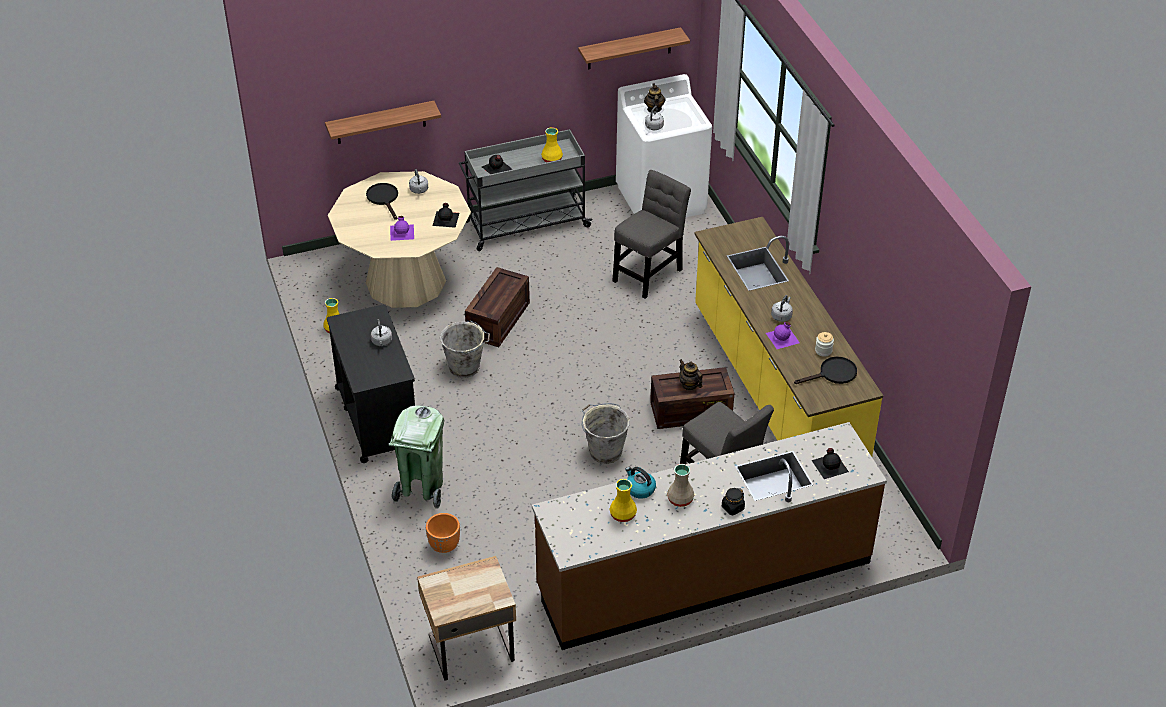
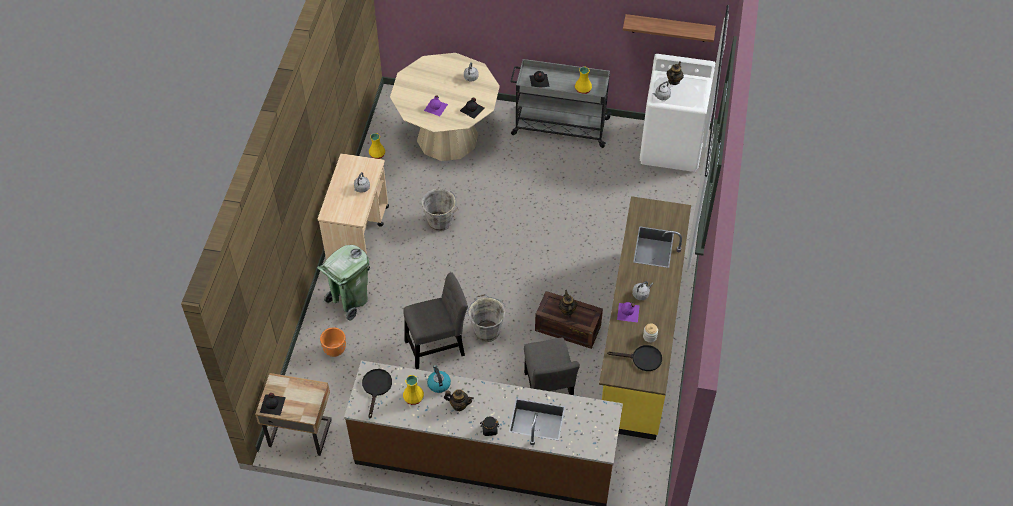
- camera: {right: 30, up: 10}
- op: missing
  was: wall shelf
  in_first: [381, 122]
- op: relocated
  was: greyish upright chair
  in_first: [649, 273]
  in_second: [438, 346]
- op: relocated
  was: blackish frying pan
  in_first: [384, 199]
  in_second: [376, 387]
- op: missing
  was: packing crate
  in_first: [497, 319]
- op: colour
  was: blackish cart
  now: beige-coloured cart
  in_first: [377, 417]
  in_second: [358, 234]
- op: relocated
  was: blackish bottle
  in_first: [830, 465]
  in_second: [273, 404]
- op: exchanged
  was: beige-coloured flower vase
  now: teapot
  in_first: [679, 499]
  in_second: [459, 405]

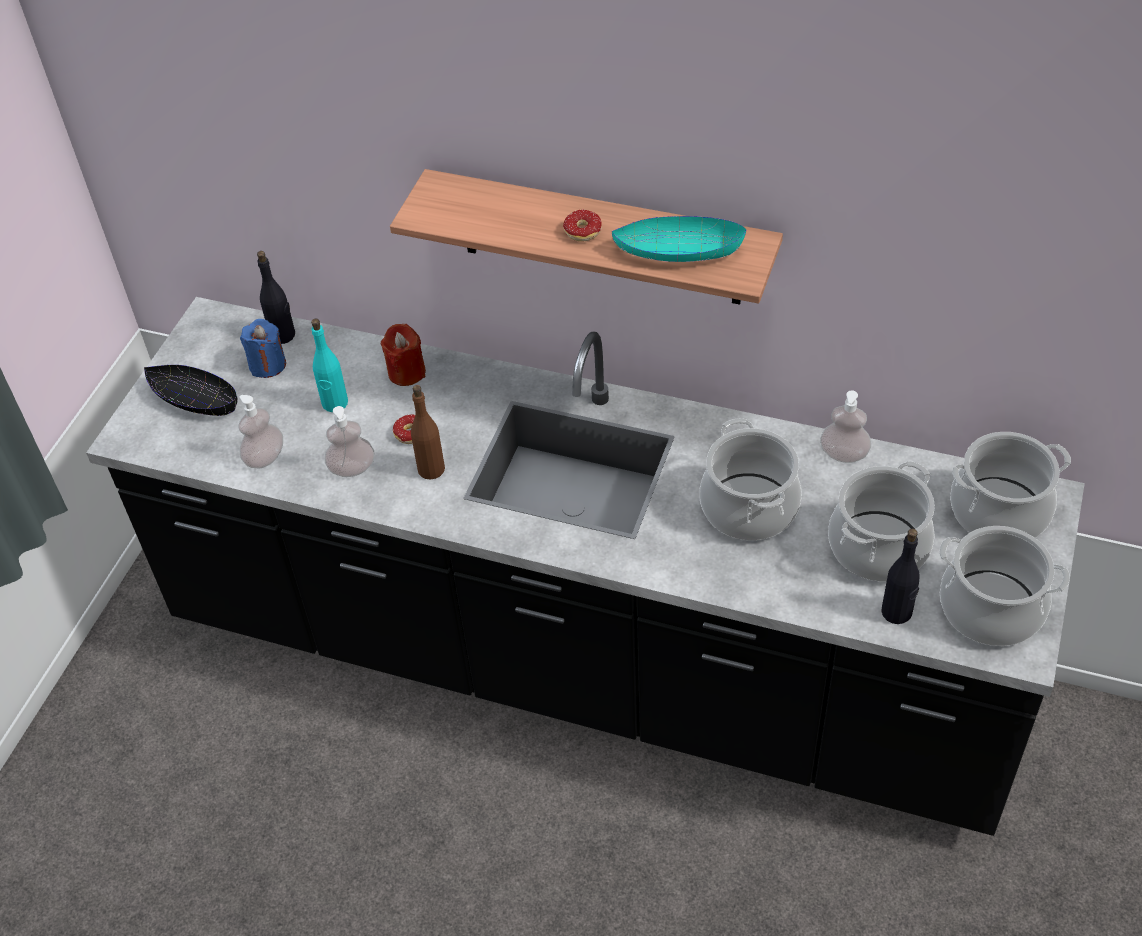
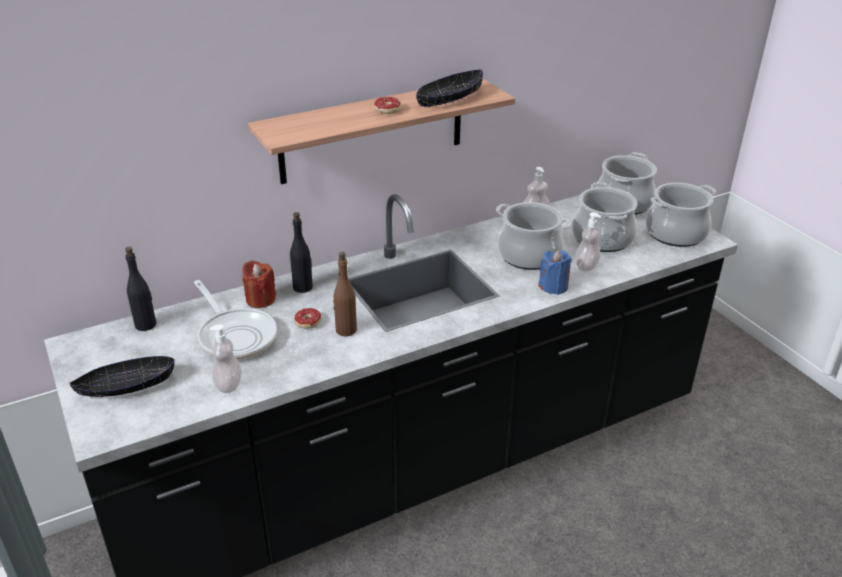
- camera: {right: -50, up: -15}
- op: colour
  was: turquoise-coloured serving bowl
  now: blackish serving bowl
  in_first: [678, 252]
  in_second: [449, 99]
- op: exchanged
  was: turquoise-coloured bottle
  now: frying pan
  in_first: [335, 403]
  in_second: [235, 335]
- op: relocated
  was: blue-coloured wax light
  in_first: [267, 365]
  in_second: [553, 286]
- op: relocated
  was: soap bottle
  in_first: [352, 468]
  in_second: [586, 266]
- op: relocated
  was: blackish bottle
  in_first: [897, 612]
  in_second: [303, 287]

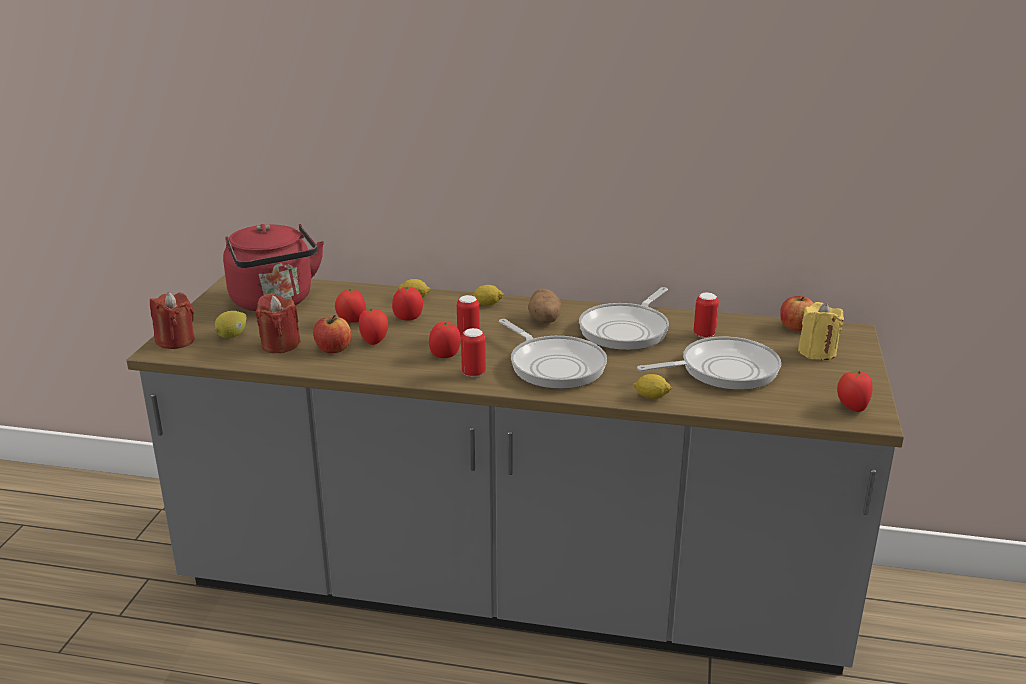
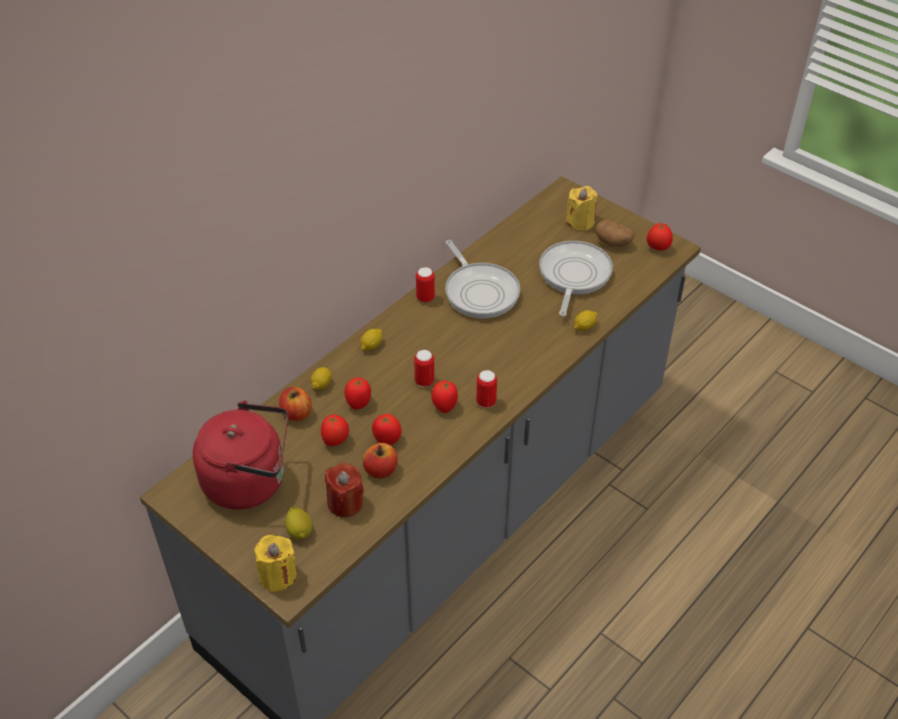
- camera: {right: -60, up: 20}
- op: relocated
  was: spud
  in_first: [544, 320]
  in_second: [613, 243]
- op: colour
  was: red wax light
  now: yellow wax light
  in_first: [176, 341]
  in_second: [278, 575]
- op: relocated
  was: metal can
  in_first: [704, 335]
  in_second: [425, 298]
- op: relocated
  was: apple
  in_first: [795, 327]
  in_second: [296, 413]
- op: missing
  was: frying pan
  in_first: [554, 365]

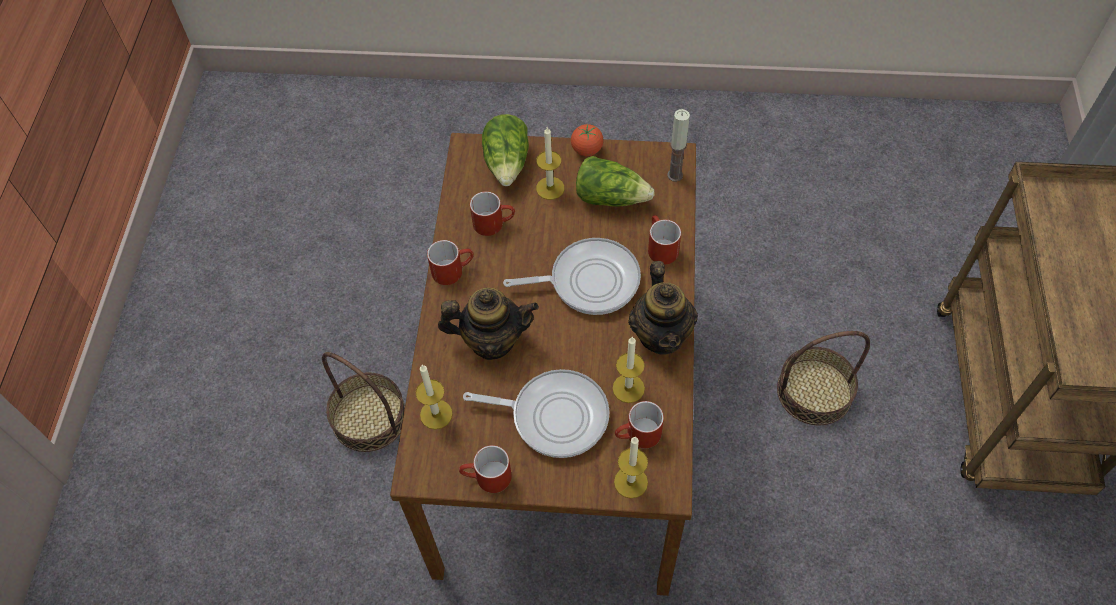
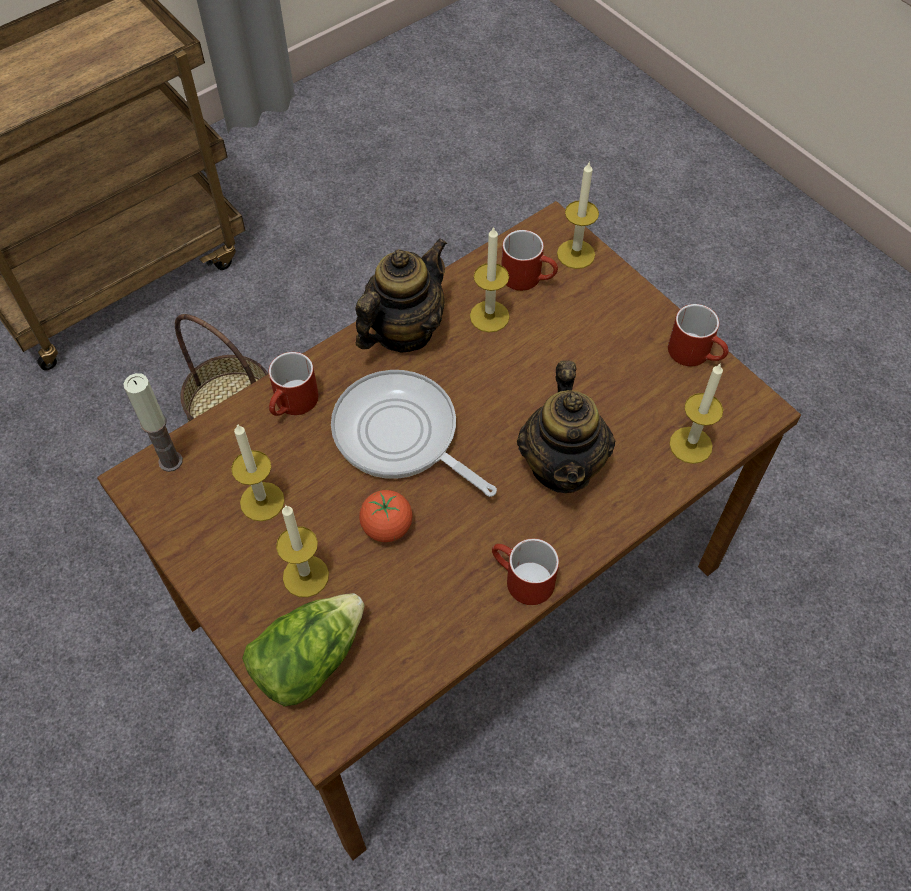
- camera: {right: -135, up: 0}
- op: relocated
  was: whole tomato
  in_first: [587, 150]
  in_second: [387, 527]
- op: exchanged
  was: lettuce head
  now: wax light
  in_first: [610, 197]
  in_second: [262, 501]
- op: missing
  was: red coffee mug
  in_first: [494, 222]
- op: spun
  was: teapot
  in_first: [492, 340]
  in_second: [562, 466]
  clockwise: -135
- op: missing
  was: storage basket
  in_first: [369, 417]
- op: missing
  was: frying pan
  in_first: [554, 416]

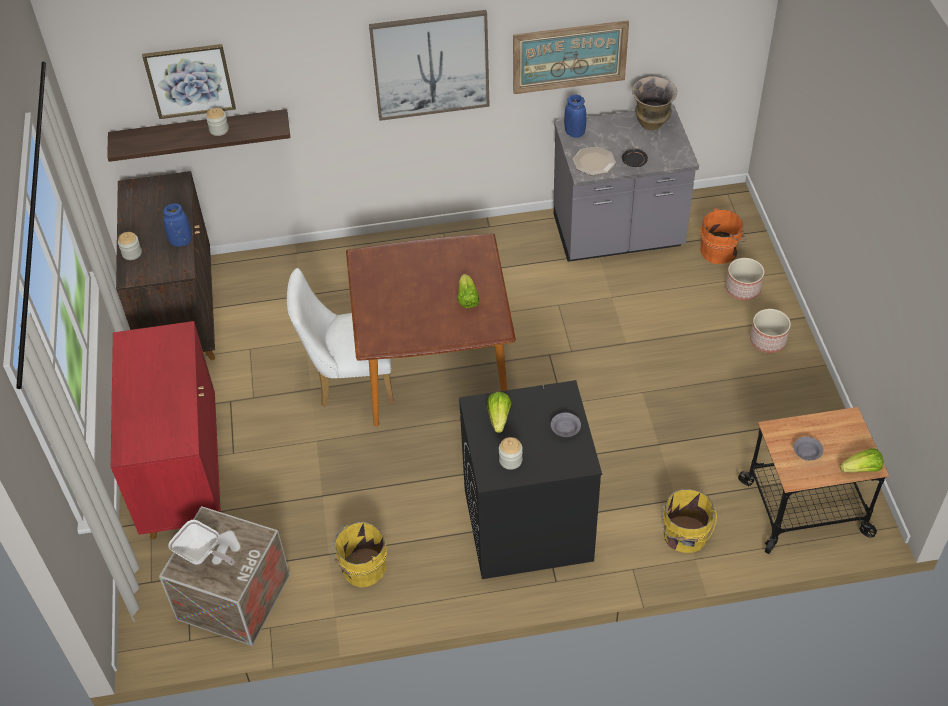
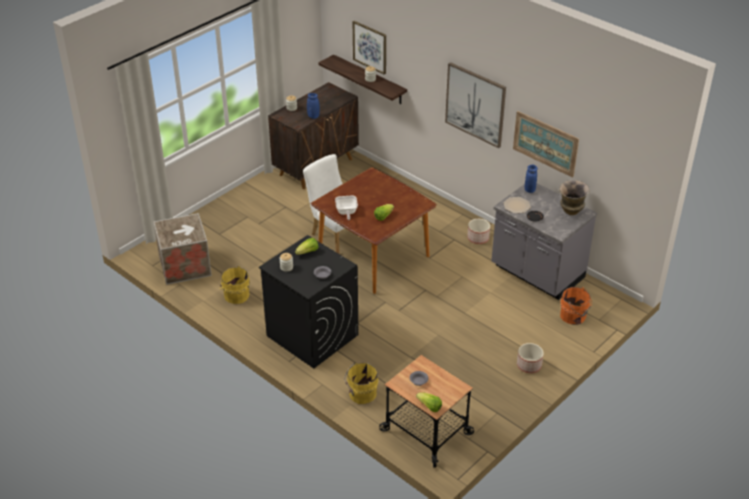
- camera: {right: 50, up: -10}
- op: relocated
  was: plant pot
  in_first: [742, 289]
  in_second: [478, 238]
- op: missing
  was: red storage cabinet
  in_first: [184, 476]
- op: relocated
  was: frying pan
  in_first: [201, 554]
  in_second: [346, 213]

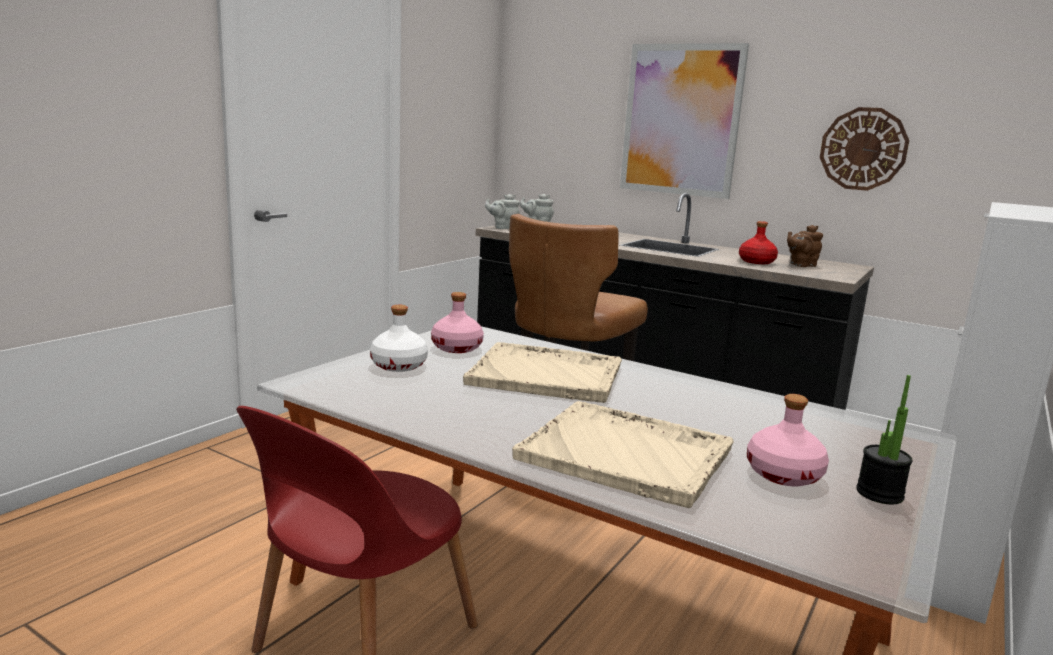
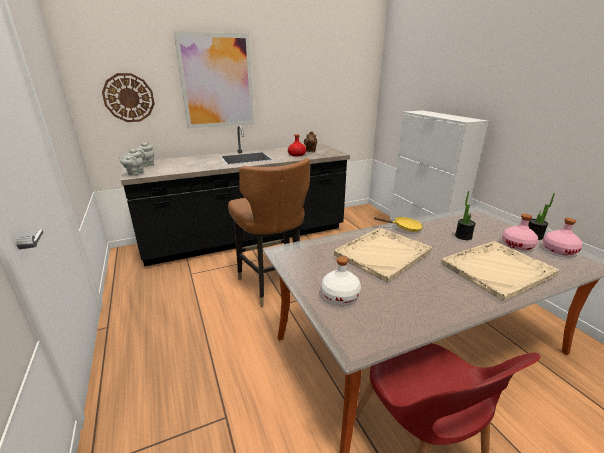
- camera: {right: -55, up: 10}
- op: relocated
  was: wall clock
  in_first: [863, 149]
  in_second: [129, 98]
- op: relocated
  was: pink bottle
  in_first: [457, 348]
  in_second: [558, 249]
- op: appeared
  now: houseplant
  in_second: [463, 236]
- op: appeared
  now: yellow frying pan
  in_second: [404, 228]

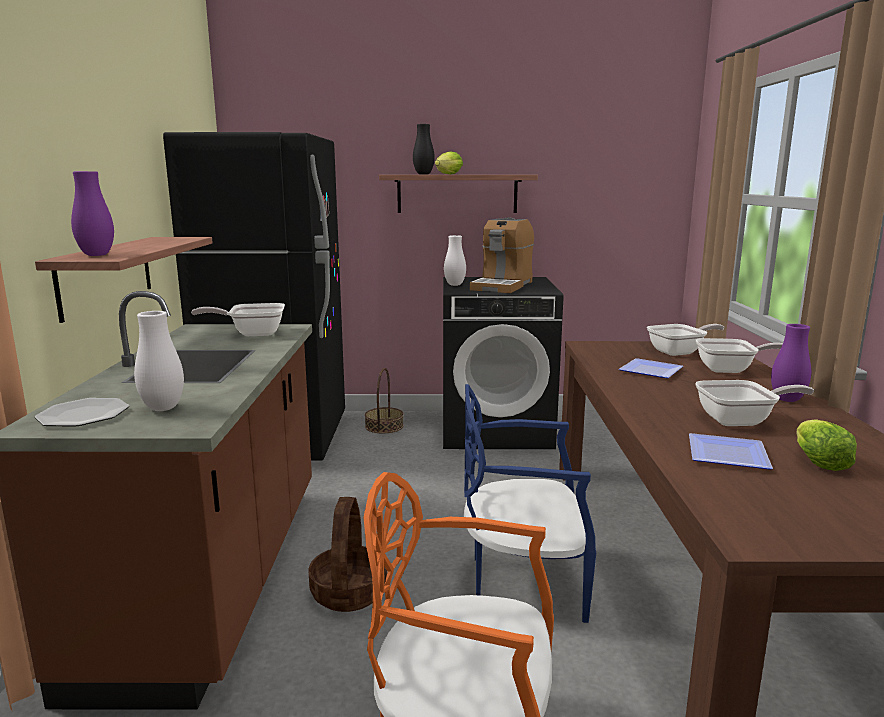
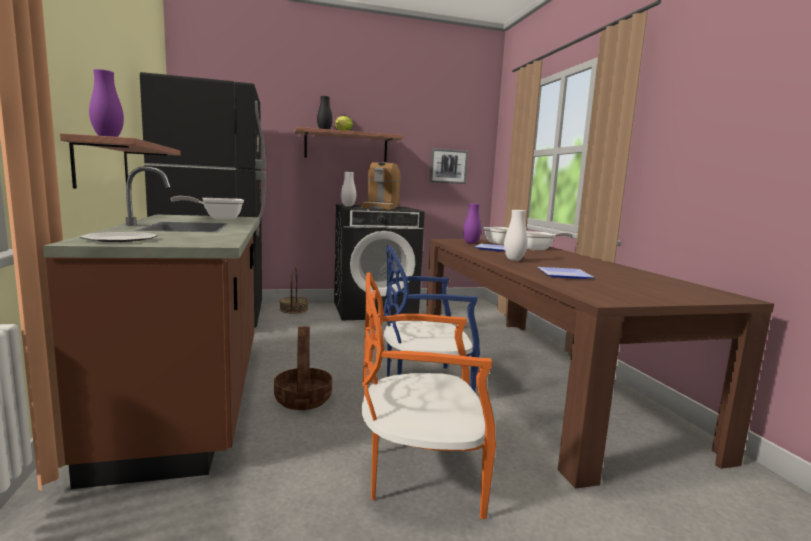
- camera: {right: -15, up: -5}
- op: relocated
  was: white-coloured flower vase
  in_first: [163, 408]
  in_second: [514, 260]
- op: relocated
  was: purplish flower vase
  in_first: [787, 400]
  in_second: [471, 243]
- op: missing
  was: frying pan
  in_first: [741, 421]
- op: missing
  was: lettuce head
  in_first: [818, 461]
- op: appeared
  now: wall art
  in_second: [448, 166]

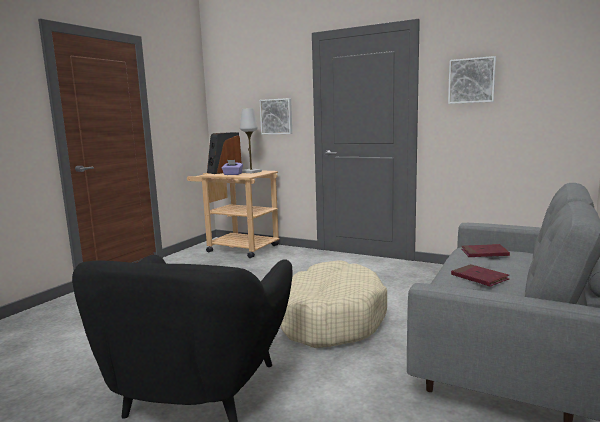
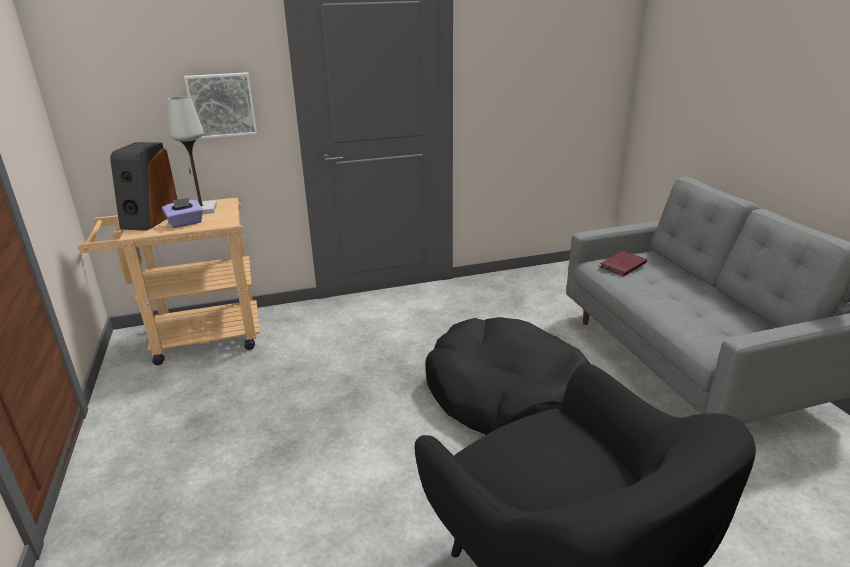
- camera: {right: -45, up: 15}
- op: missing
  was: wall art
  in_first: [471, 80]
- op: colour
  was: beige-coloured dog cushion
  now: blackish dog cushion
  in_first: [330, 318]
  in_second: [506, 396]
- op: missing
  was: red book
  in_first: [479, 278]

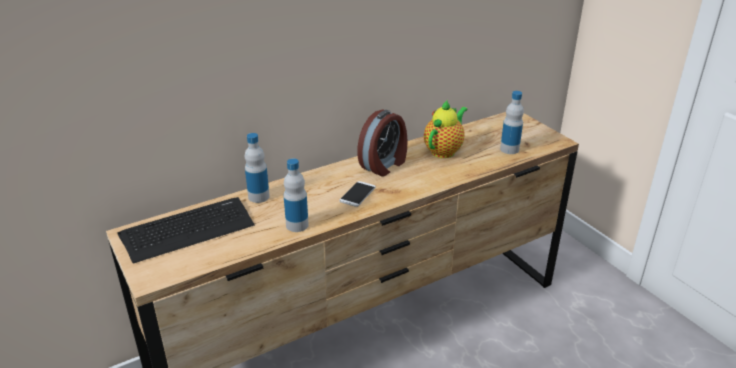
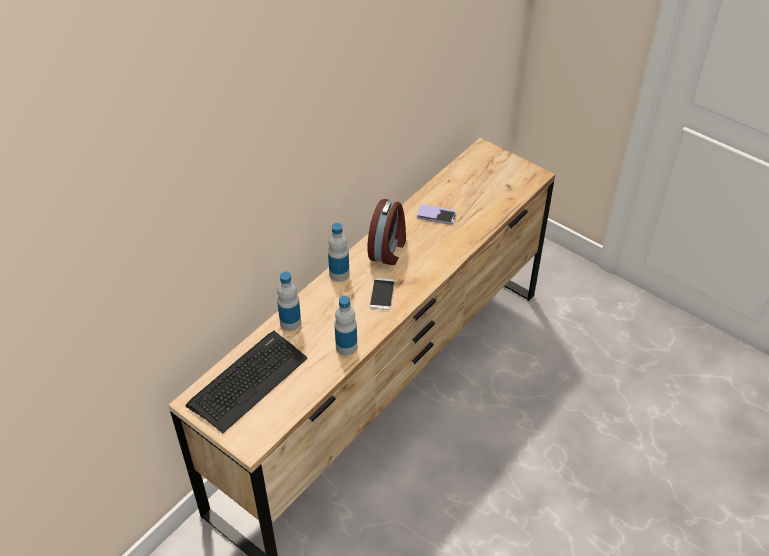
- camera: {right: -20, up: 15}
- op: relocated
  was: bottle
  in_first: [509, 149]
  in_second: [339, 274]
- op: exchanged
  was: teapot
  now: handset
  in_first: [444, 151]
  in_second: [436, 215]

